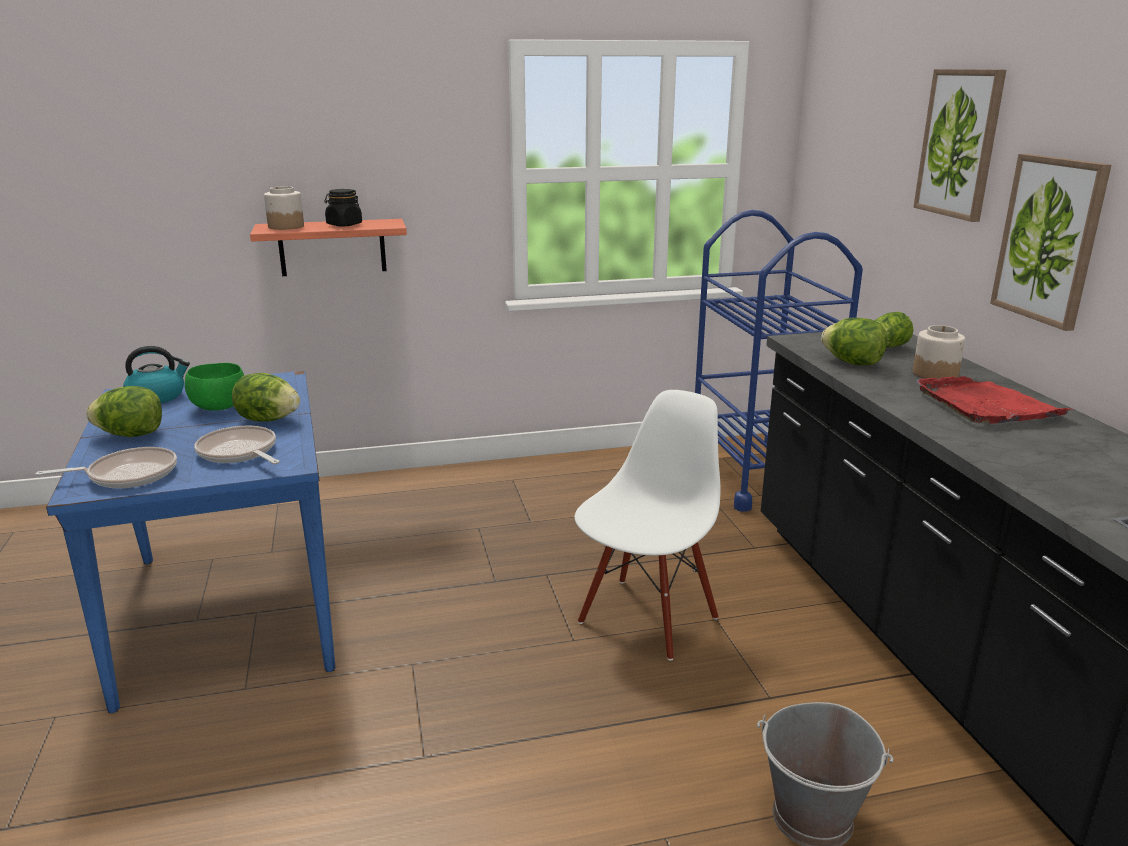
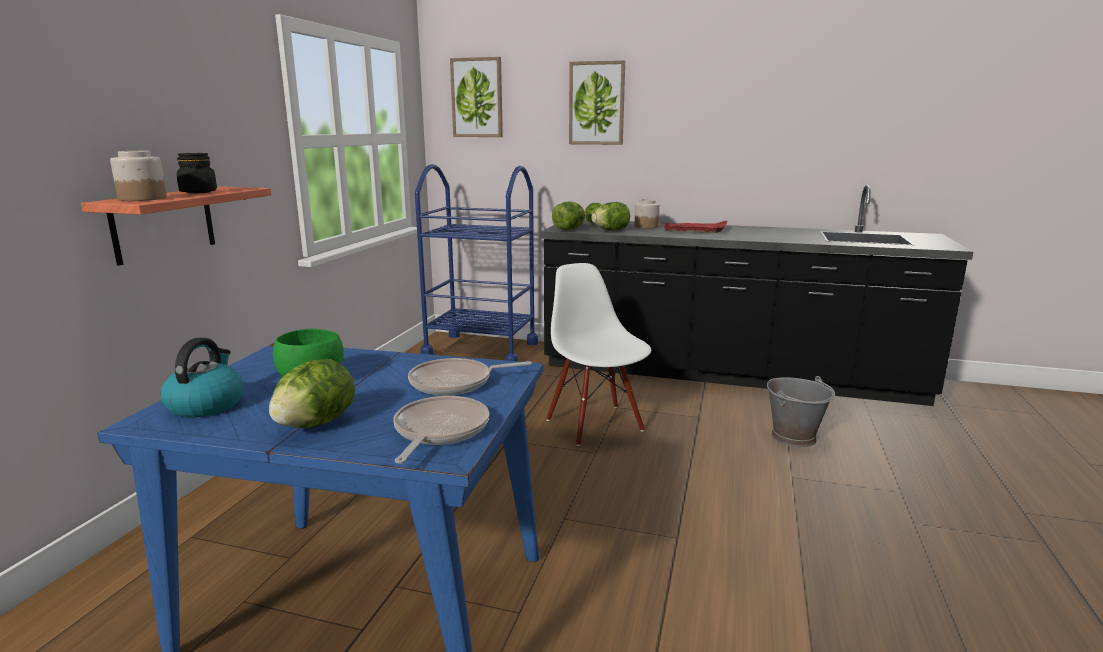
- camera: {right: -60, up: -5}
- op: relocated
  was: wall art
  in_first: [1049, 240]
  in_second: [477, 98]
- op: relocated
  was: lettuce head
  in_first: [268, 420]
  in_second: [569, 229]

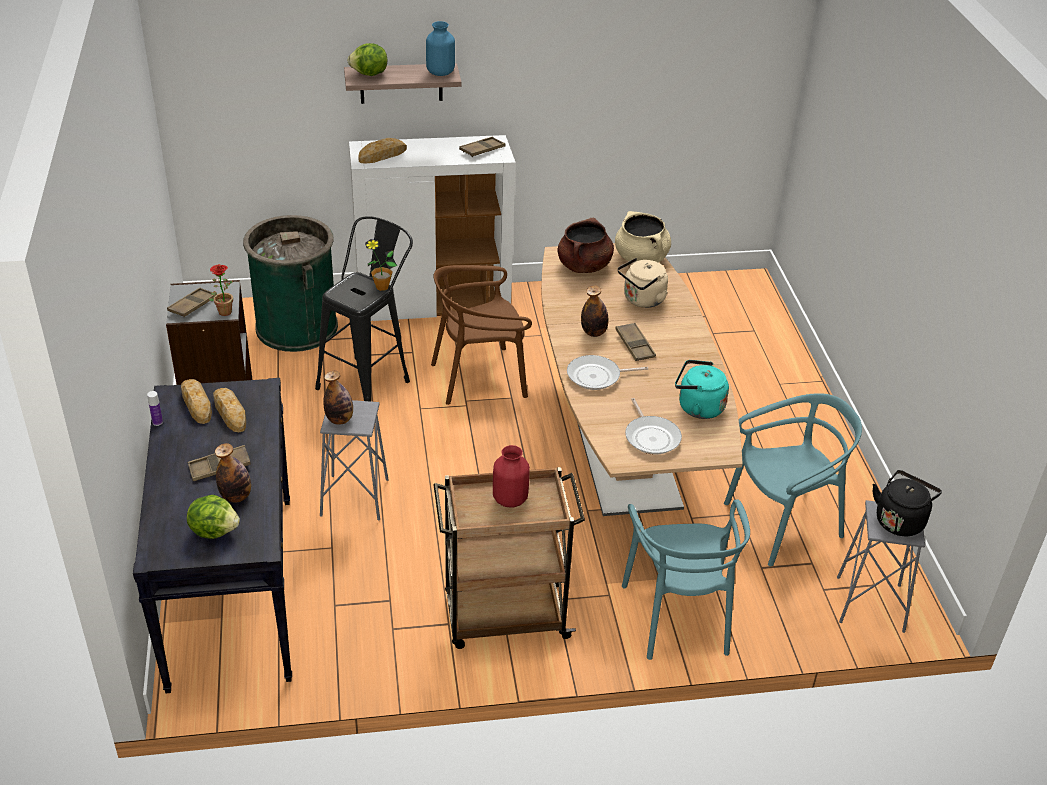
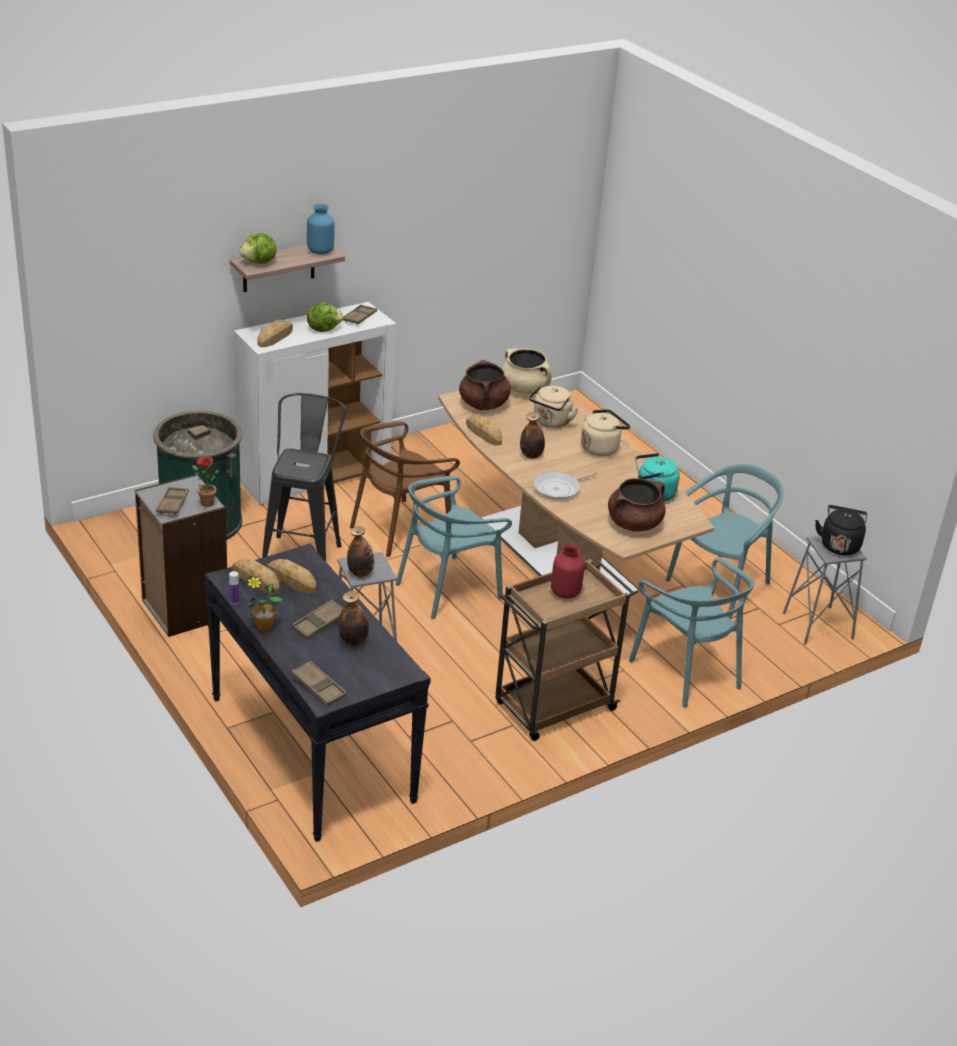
- camera: {right: -25, up: -5}
- op: relocated
  was: houseplant
  in_first: [382, 287]
  in_second: [264, 626]
- op: relocated
  was: brownish serving tray
  in_first: [635, 345]
  in_second: [318, 687]
- op: exchanged
  was: frying pan
  now: brownish saucepot
  in_first: [651, 437]
  in_second: [634, 524]
- op: relocated
  was: lettuce head
  in_first: [214, 530]
  in_second: [323, 329]
- op: appeared
  now: beige-coloured tea kettle
  in_second: [601, 448]
- op: appeared
  now: bread
  in_second: [484, 433]
- op: appeared
  now: turquoise-coloured upright chair
  in_second: [448, 588]

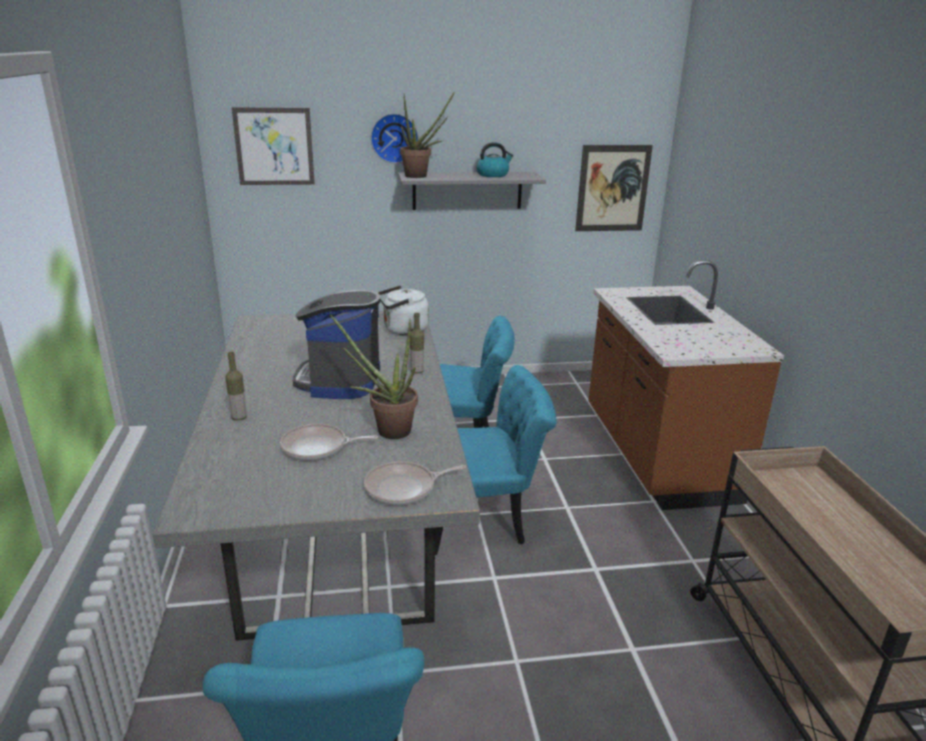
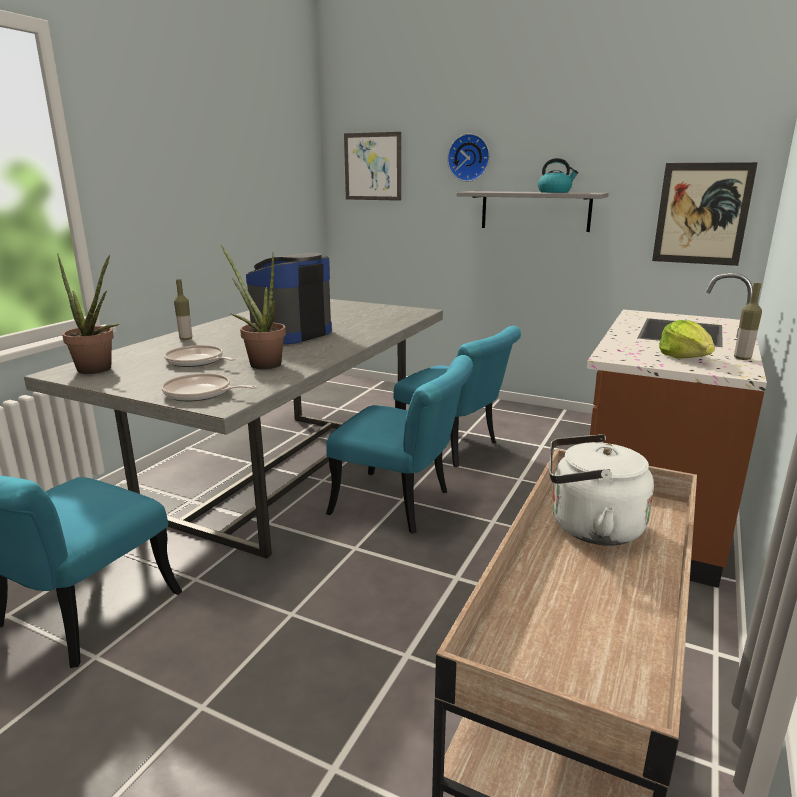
- camera: {right: 35, up: -5}
- op: relocated
  was: houseplant
  in_first: [421, 176]
  in_second: [99, 370]
- op: relocated
  was: white-coloured tea kettle
  in_first: [403, 330]
  in_second: [589, 527]
- op: relocated
  was: bottle
  in_first: [417, 371]
  in_second: [742, 358]
- op: appeared
  now: lettuce head
  in_second: [684, 357]

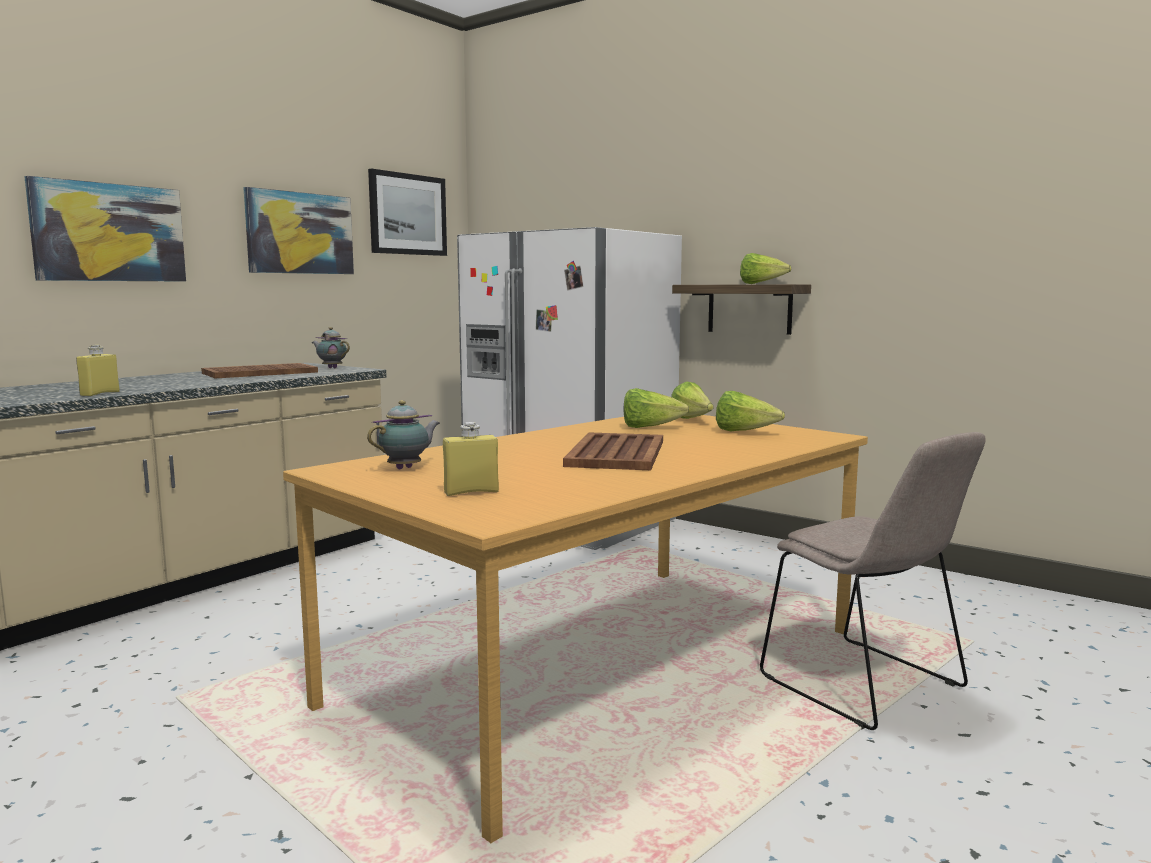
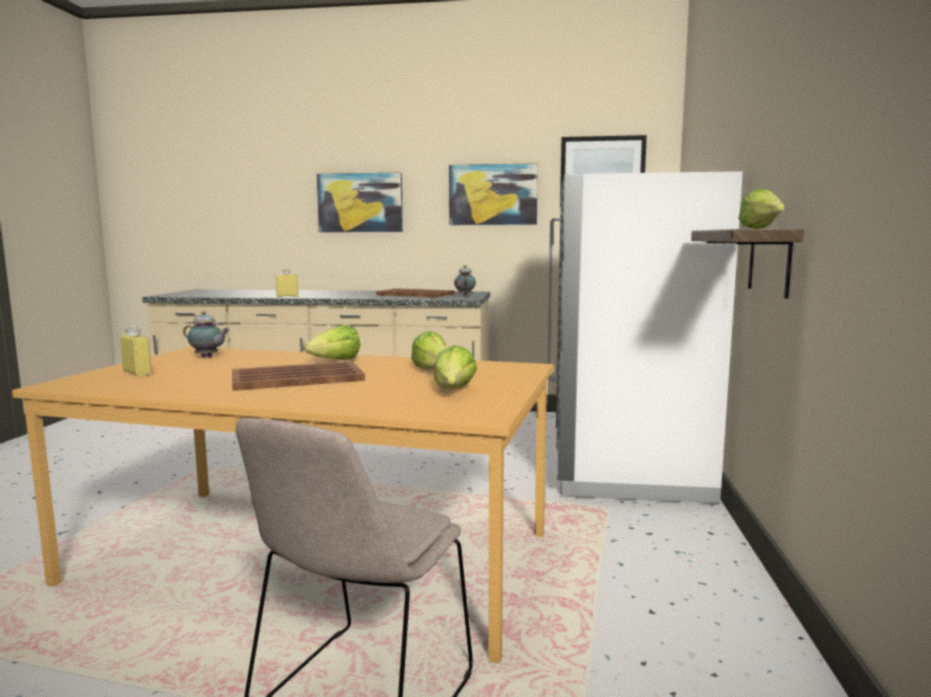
- camera: {right: 60, up: 0}
- op: relocated
  was: lettuce head
  in_first: [692, 420]
  in_second: [335, 361]

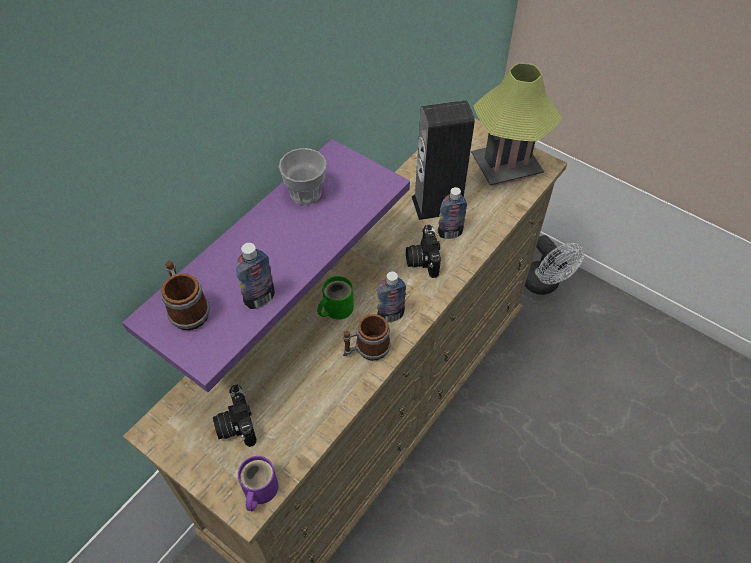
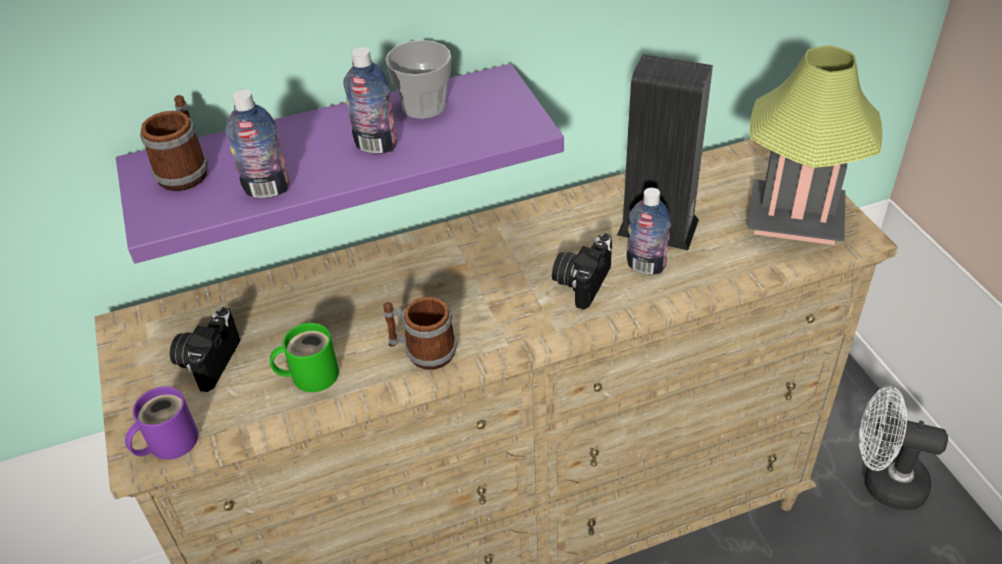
- camera: {right: 35, up: -10}
- op: spun
  was: white-coloured electric fan
  in_first: [544, 285]
  in_second: [883, 482]
  clockwise: 105
- op: relocated
  was: bottle
  in_first: [391, 315]
  in_second: [376, 146]
- op: relocated
  was: green coffee mug
  in_first: [335, 308]
  in_second: [310, 374]

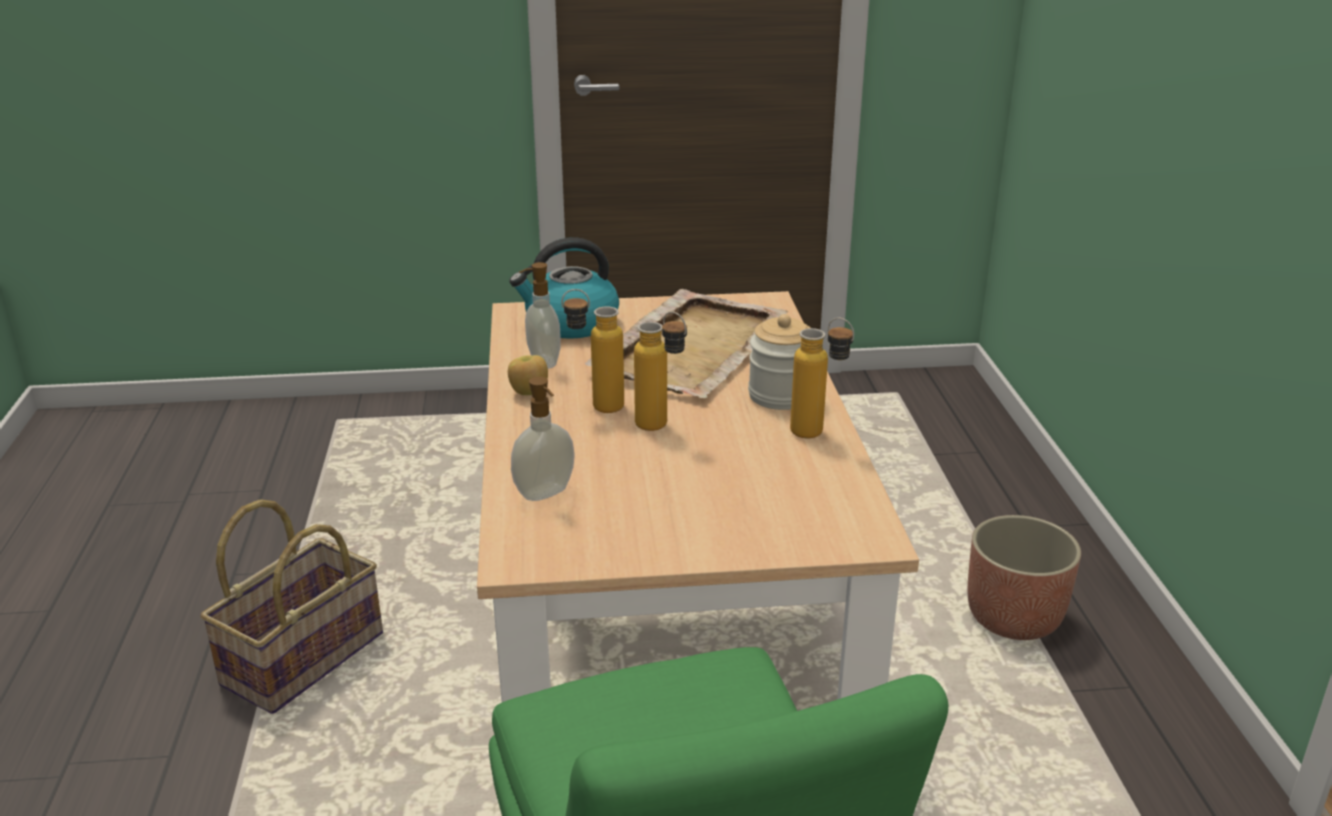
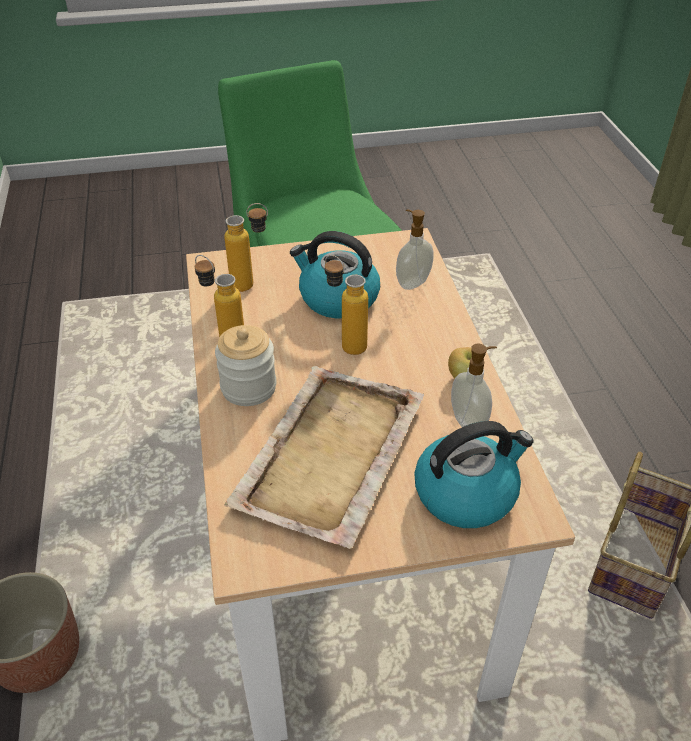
- camera: {right: 175, up: 15}
- op: relocated
  was: bottle
  in_first: [595, 407]
  in_second: [251, 285]
- op: appeared
  now: tea kettle
  in_second: [337, 298]

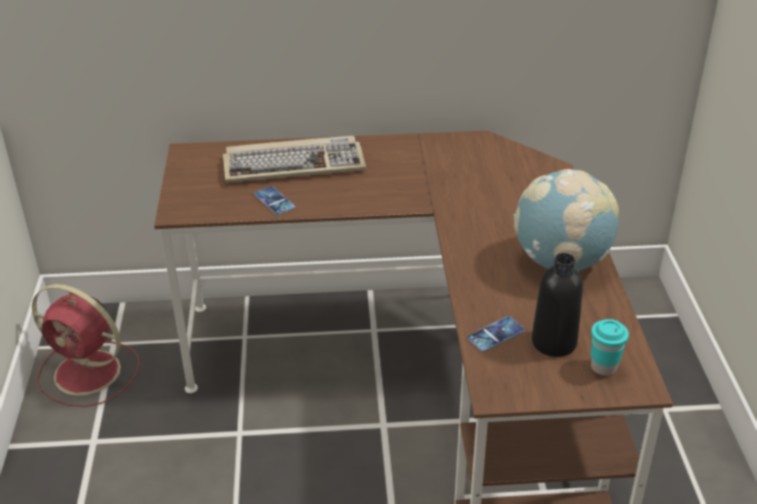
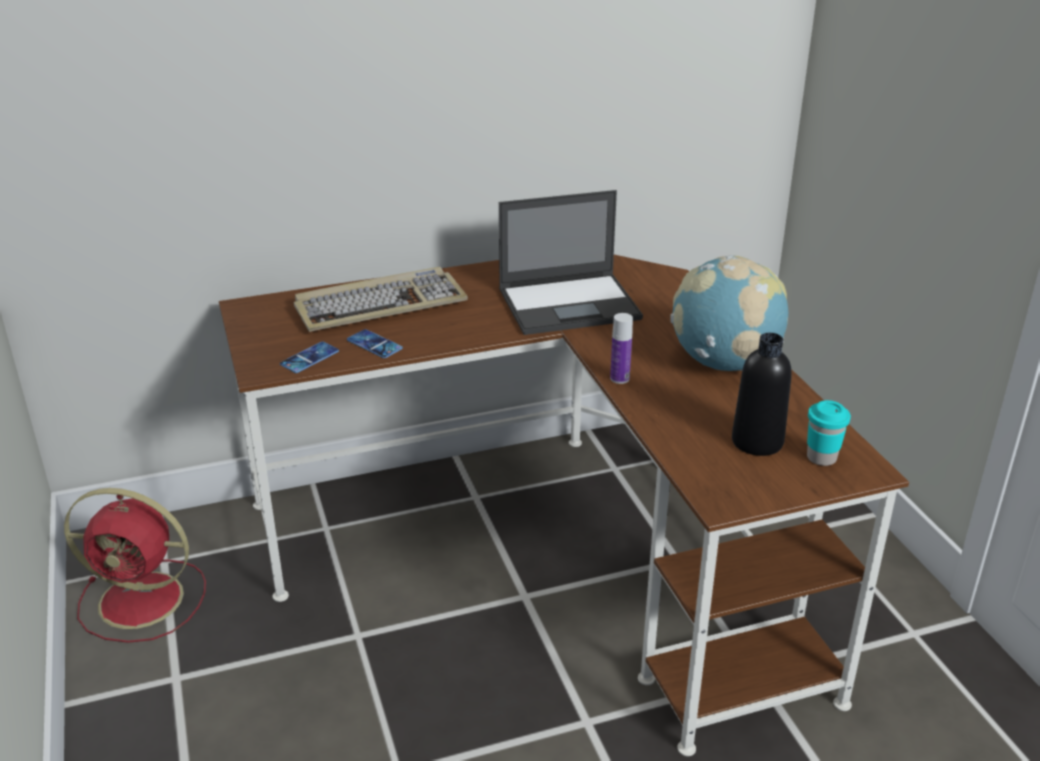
- camera: {right: -15, up: -5}
- op: relocated
  was: handset
  in_first: [495, 334]
  in_second: [309, 358]
- op: appeared
  now: notebook computer
  in_second: [570, 304]
- op: appeared
  now: bottle
  in_second: [619, 378]

